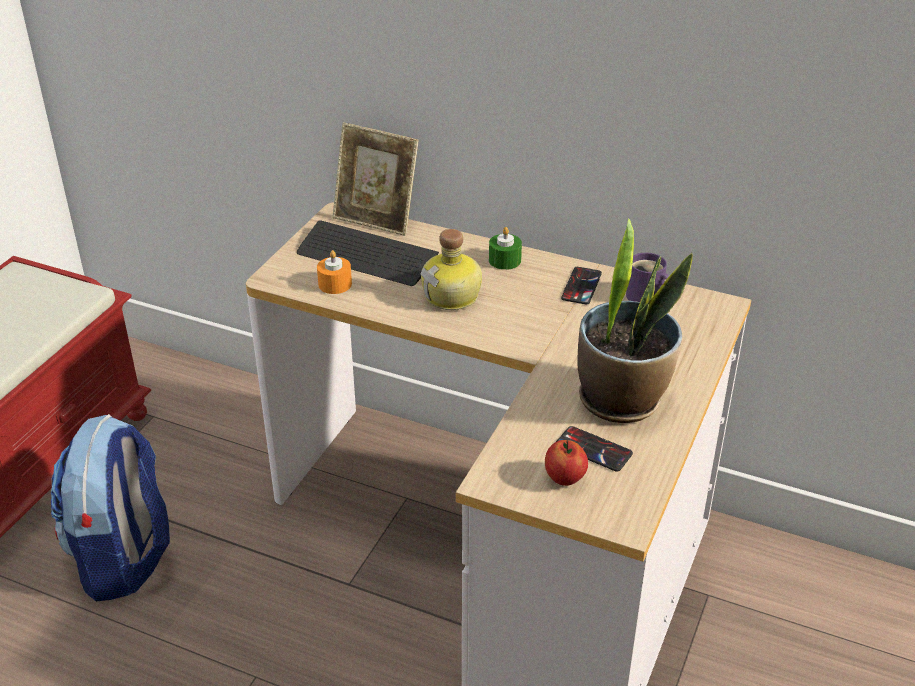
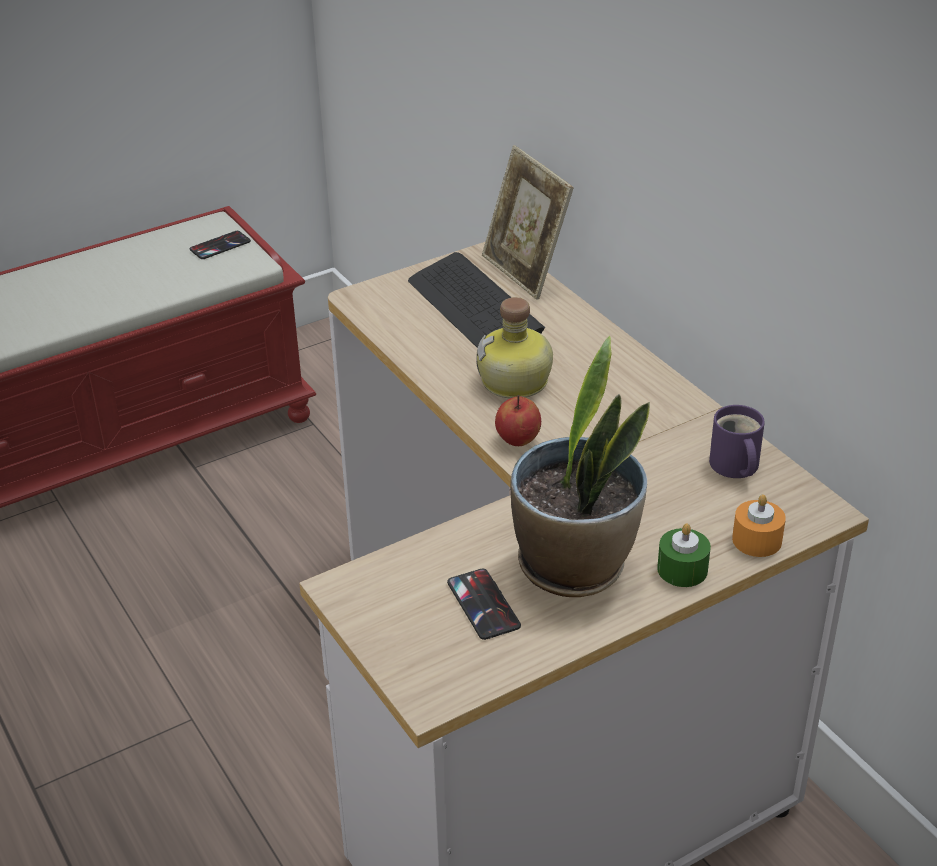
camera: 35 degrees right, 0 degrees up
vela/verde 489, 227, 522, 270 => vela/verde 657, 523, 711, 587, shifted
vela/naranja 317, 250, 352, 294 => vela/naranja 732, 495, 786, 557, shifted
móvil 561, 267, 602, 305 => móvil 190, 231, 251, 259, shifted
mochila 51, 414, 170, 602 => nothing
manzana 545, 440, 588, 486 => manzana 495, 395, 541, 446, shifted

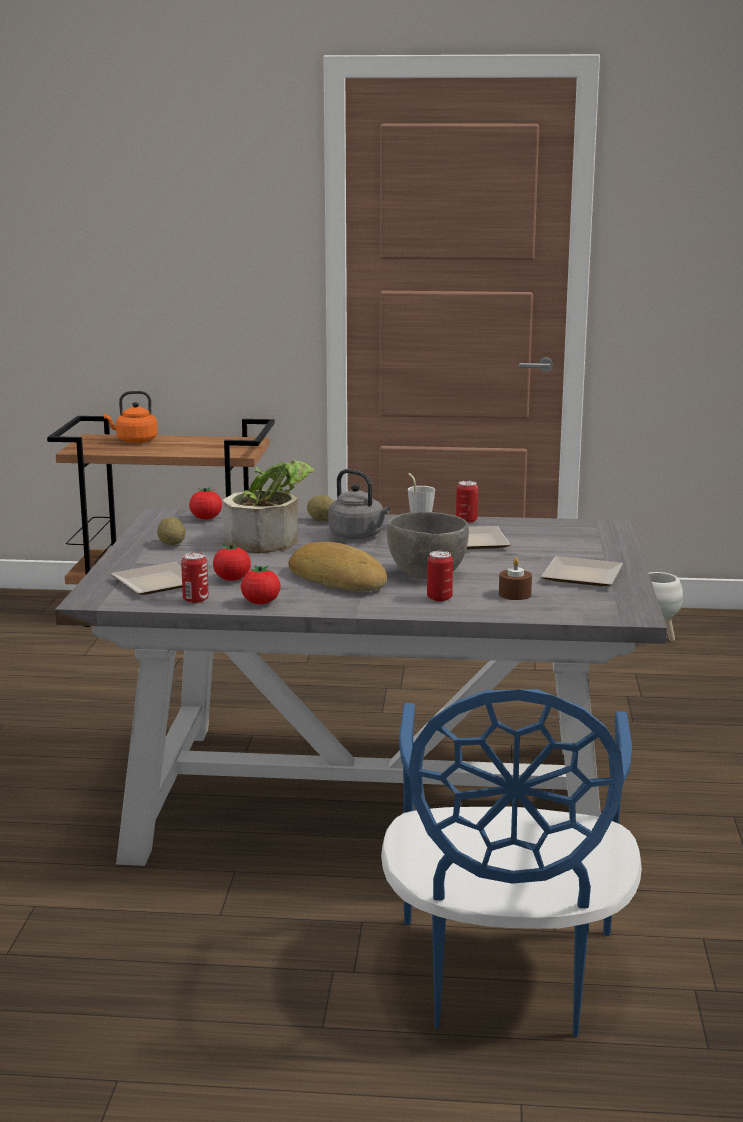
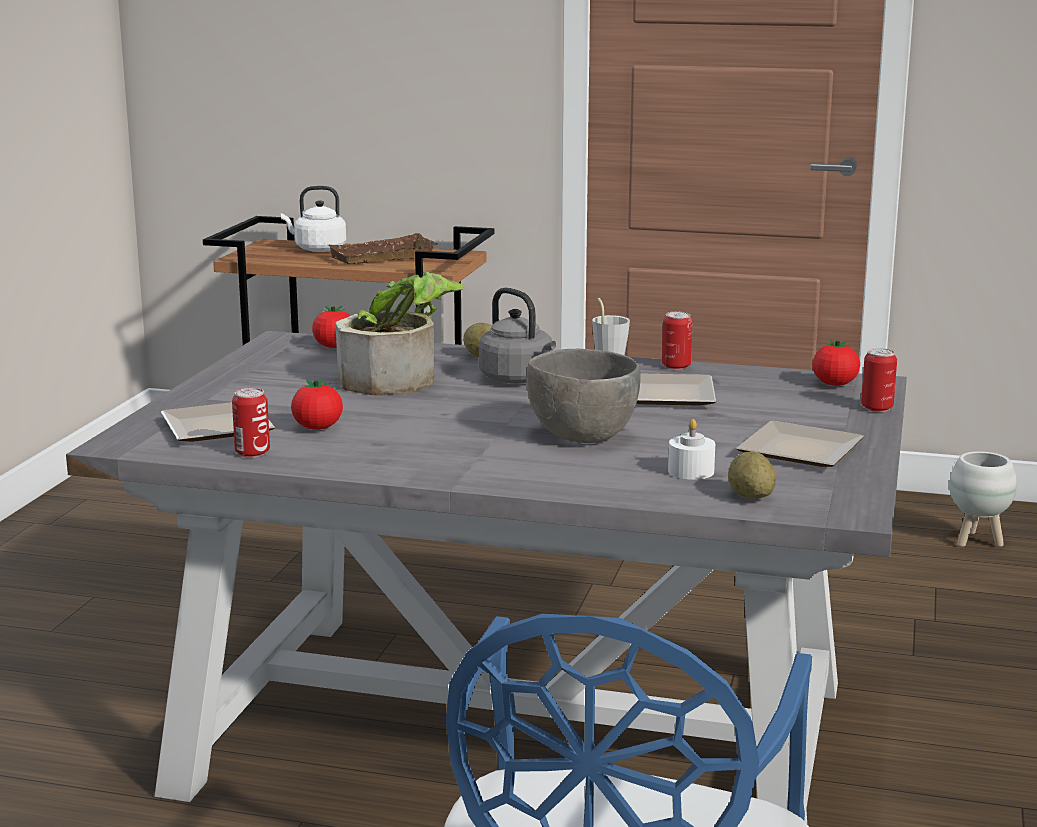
camera: 10 degrees right, 0 degrees up
hervidor/naranja 104, 391, 158, 443 => hervidor/blanco 281, 186, 346, 252
patata 157, 517, 186, 545 => patata 728, 452, 776, 498, shifted
pan 288, 542, 387, 592 => nothing
lata 427, 551, 453, 602 => lata 861, 348, 897, 412, shifted
vela/marrón 499, 558, 532, 600 => vela/blanco 668, 419, 715, 480
tomate 241, 565, 281, 604 => tomate 812, 340, 860, 386, shifted
nothing => bandeja/marrón 328, 233, 437, 264

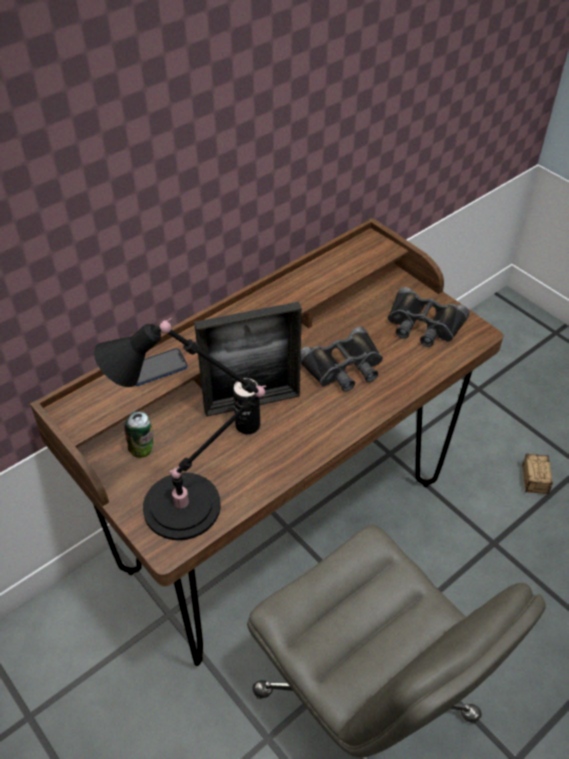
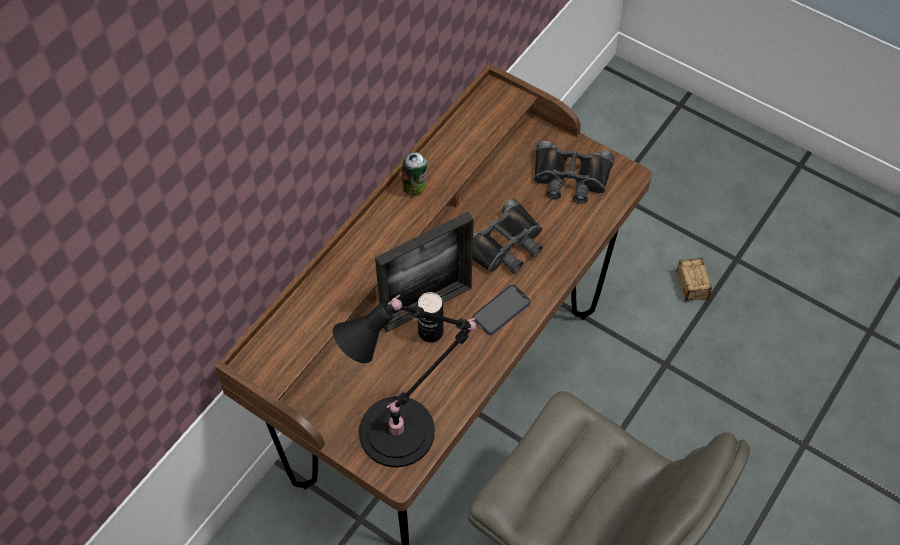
camera: 15 degrees left, 10 degrees up
móvil 135, 348, 188, 386 => móvil 473, 285, 531, 335, shifted
lata 125, 411, 153, 458 => lata 402, 152, 427, 196, shifted

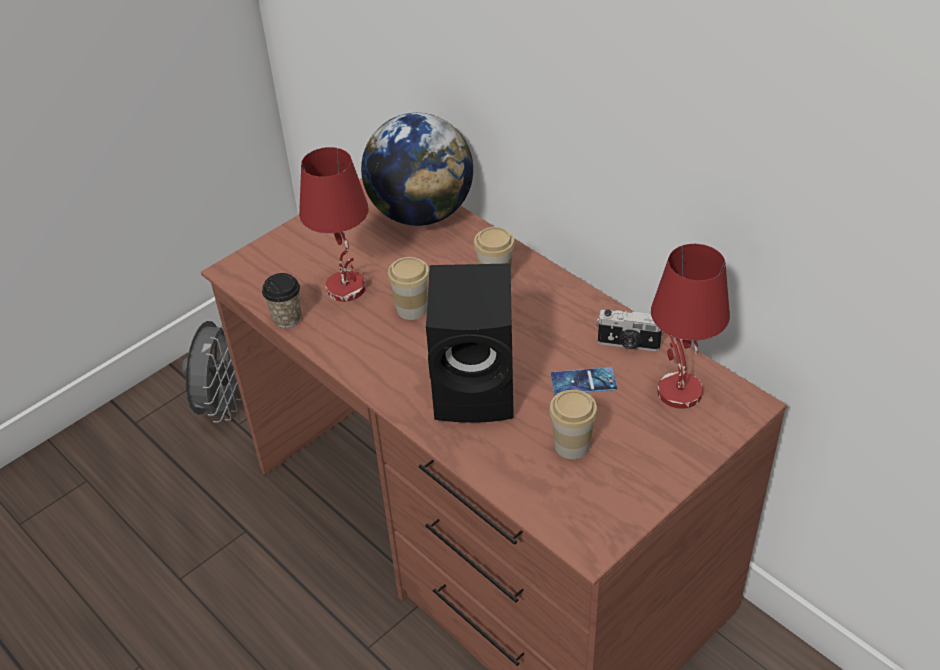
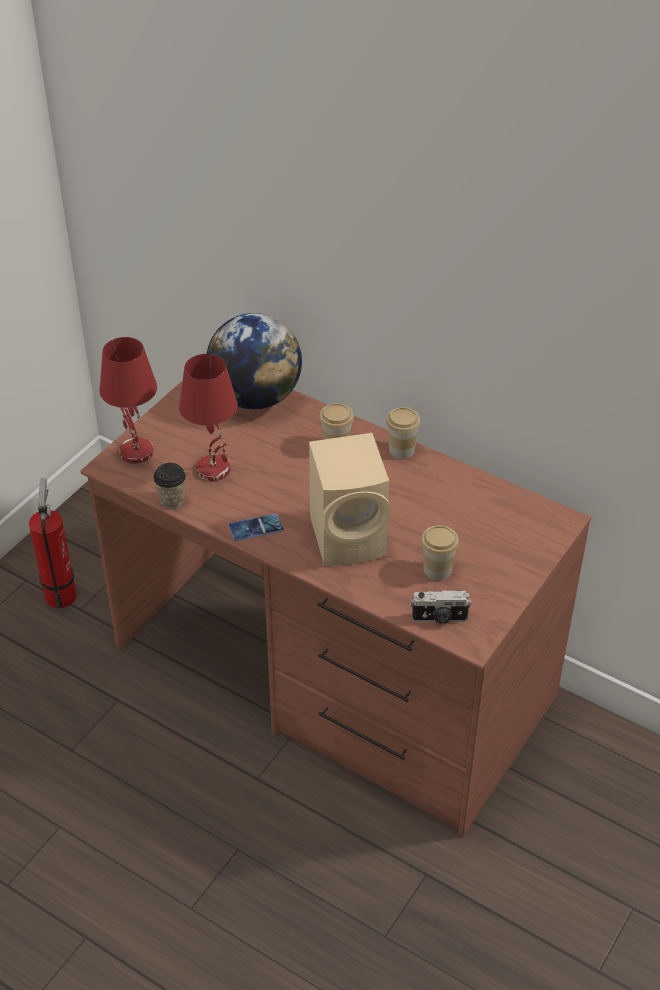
camera: 15 degrees left, 0 degrees up
lámpara de mesa/rojo 651, 244, 730, 409 => lámpara de mesa/rojo 99, 337, 157, 464, shifted
taza 387, 257, 429, 320 => taza 386, 407, 421, 459, shifted
altavoz/negro 426, 263, 514, 423 => altavoz/beis 309, 433, 390, 566
cámara 596, 309, 663, 351 => cámara 411, 590, 471, 624, shifted
ventilador/gris 182, 321, 242, 423 => extintor 29, 478, 76, 608
móvil 550, 367, 617, 395 => móvil 229, 514, 284, 541, shifted

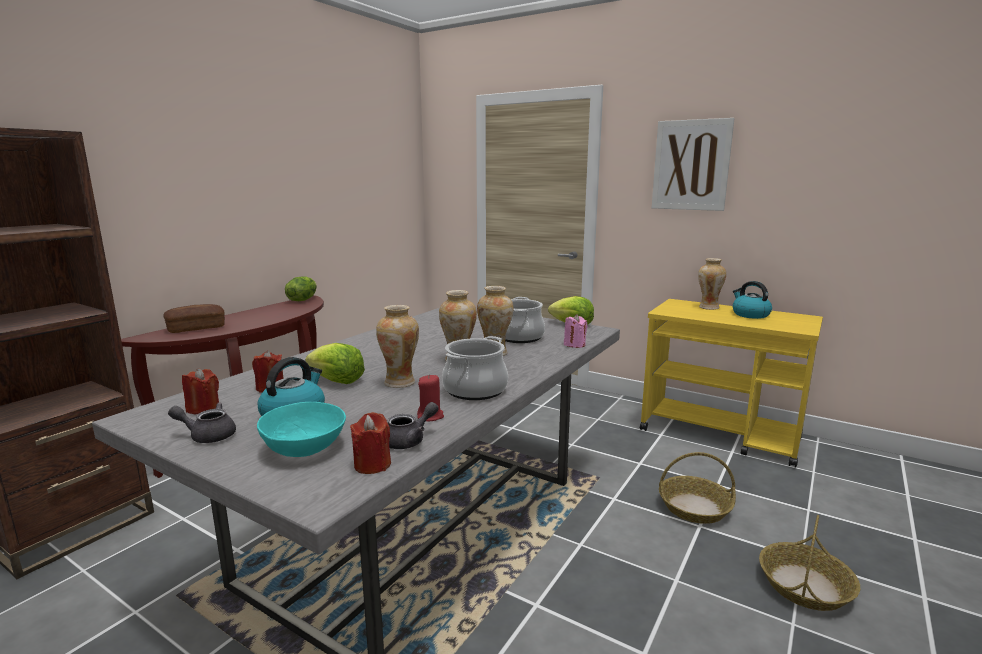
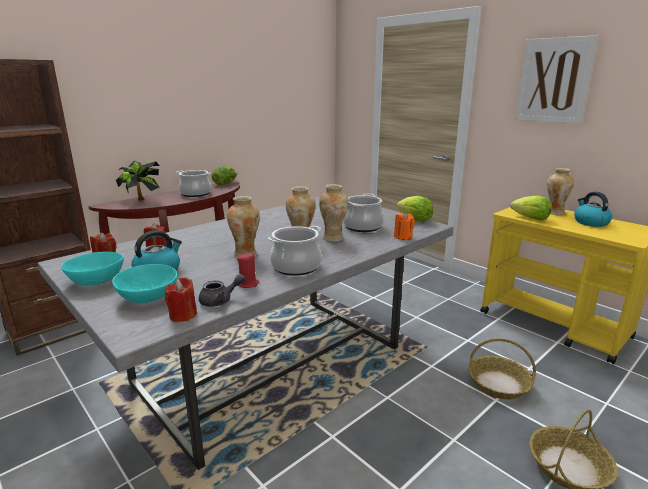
camera: 15 degrees right, 5 degrees up
pan 164, 304, 225, 333 => planta en maceta 116, 161, 160, 201
vela/rosa 564, 314, 588, 348 => vela/naranja 394, 212, 415, 240
lechuga 305, 343, 365, 384 => lechuga 510, 195, 552, 220, shifted
tetera/gris 168, 402, 236, 443 => cuenco/turquesa 61, 252, 124, 286
nothing => olla 176, 170, 211, 197

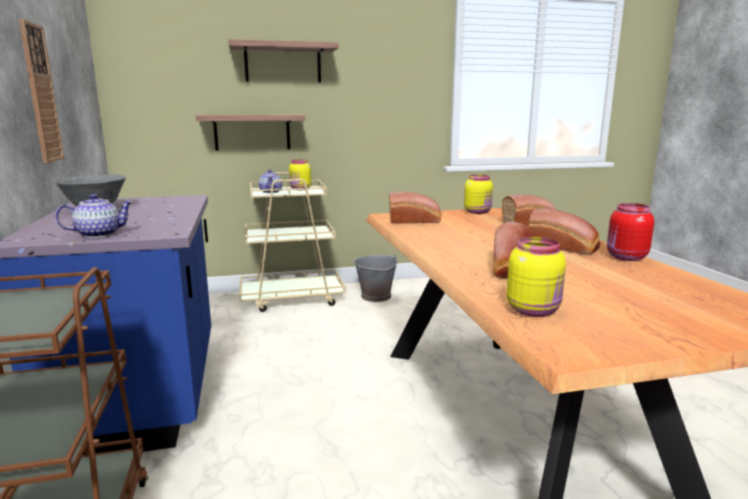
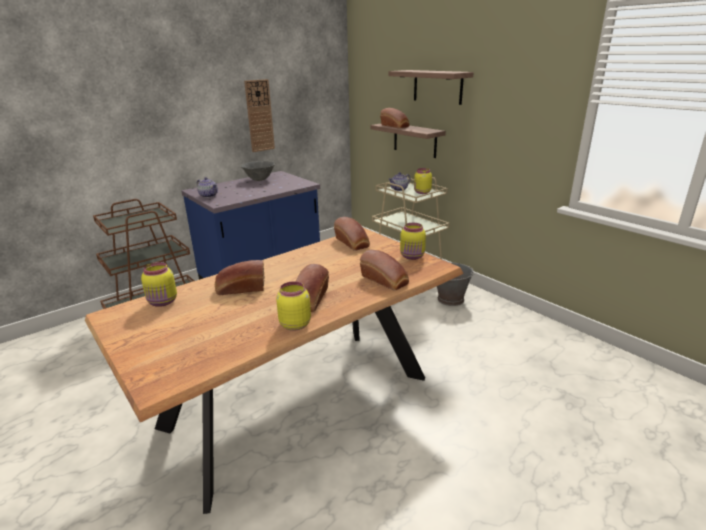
camera: 65 degrees right, 10 degrees up
tarro/rojo 607, 203, 654, 261 => tarro/amarillo 276, 281, 311, 331
nothing => pan 380, 108, 410, 128

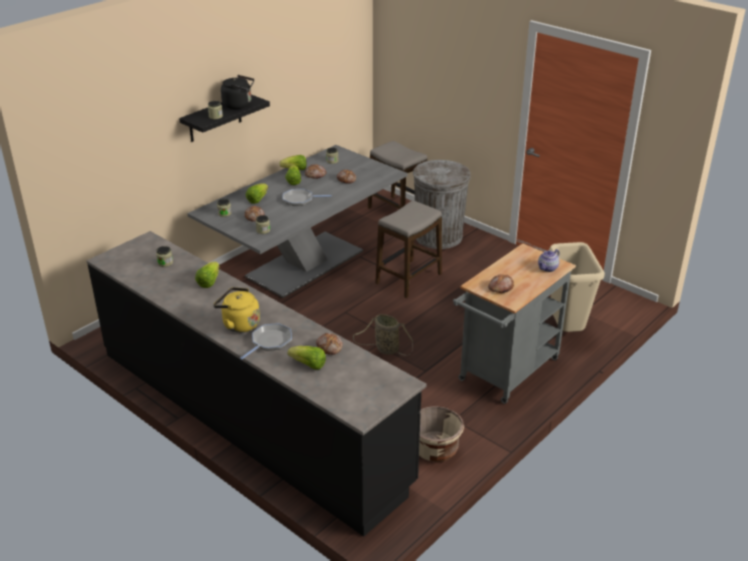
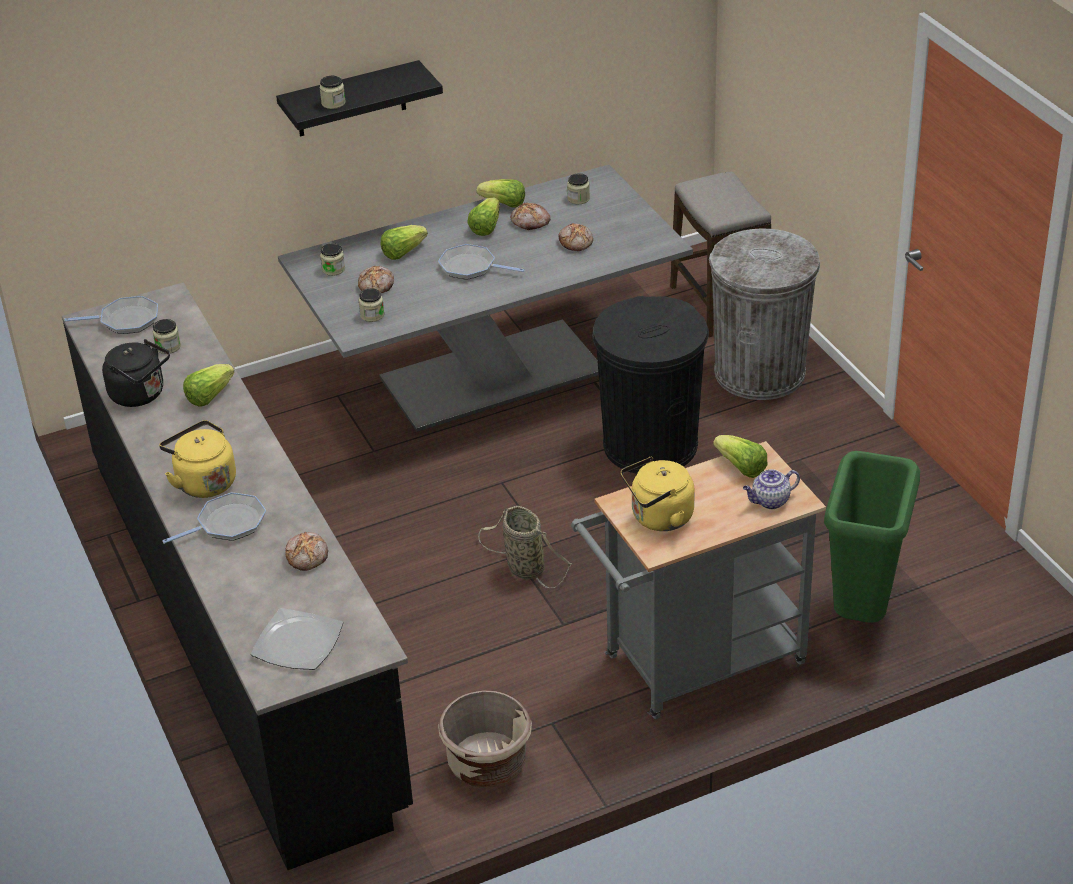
camera: 25 degrees right, 5 degrees up
hervidor/negro 221, 75, 254, 109 => hervidor/negro 102, 339, 170, 407, shifted
taburete 375, 200, 442, 298 => papelera/negro 592, 296, 709, 474
papelera/beis 549, 242, 605, 332 => papelera/verde 824, 451, 920, 623
pan 488, 274, 514, 293 => hervidor/amarillo 621, 457, 695, 531
lechuga 288, 346, 326, 370 => lechuga 713, 435, 767, 478, shifted
nothing => sartén 65, 296, 158, 334
nothing => plato 251, 608, 343, 670

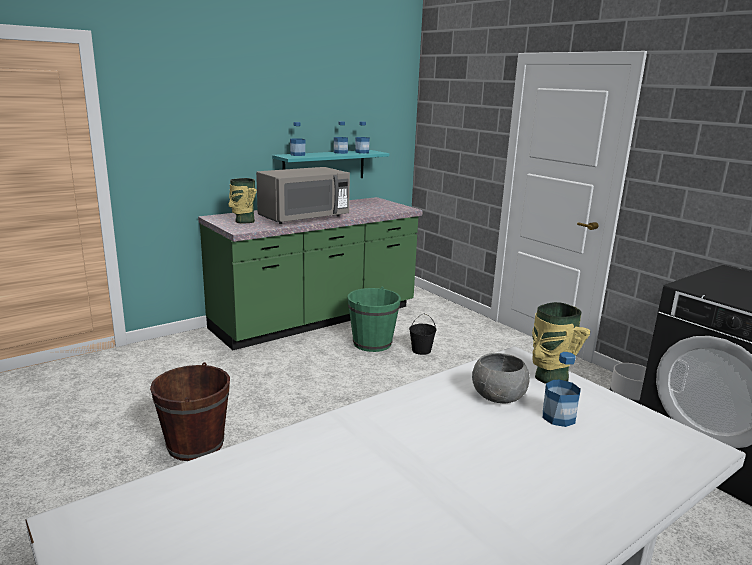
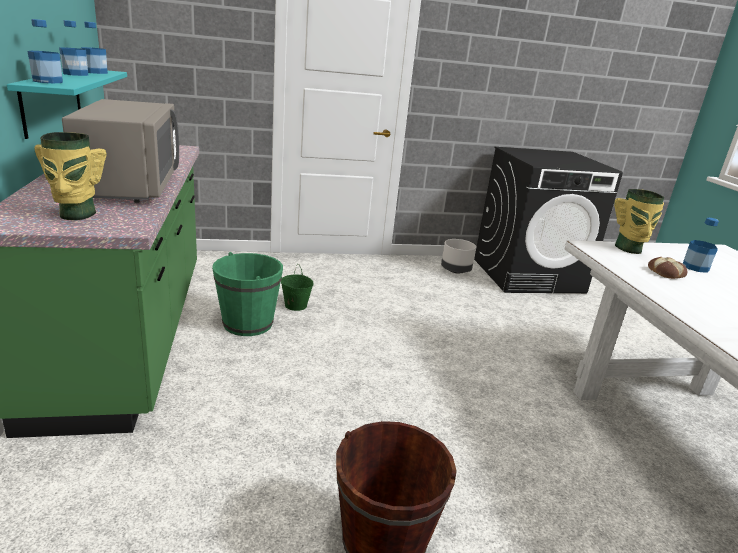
camera: 65 degrees left, 5 degrees up
cubo/negro 409, 314, 437, 355 => cubo/verde 281, 264, 313, 311
cuenco/gris 472, 353, 530, 403 => pan 648, 257, 687, 279

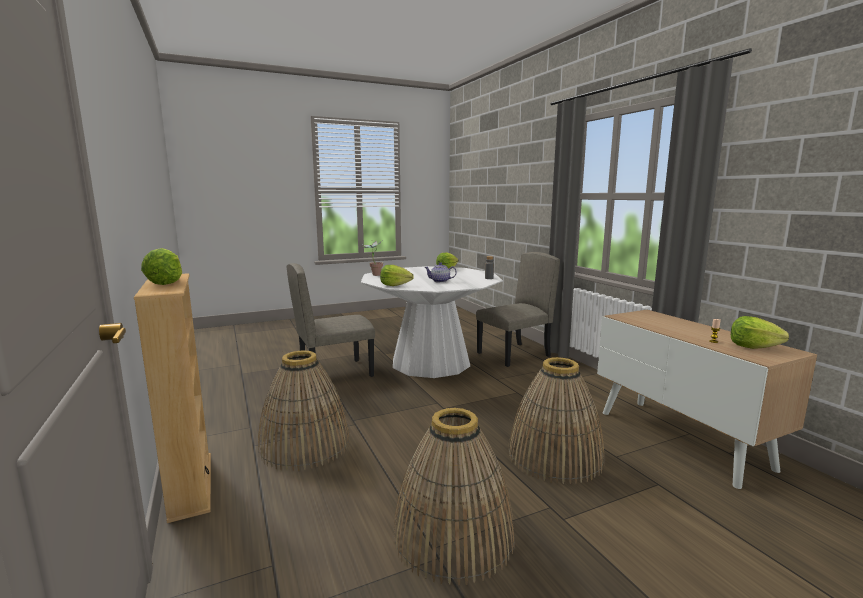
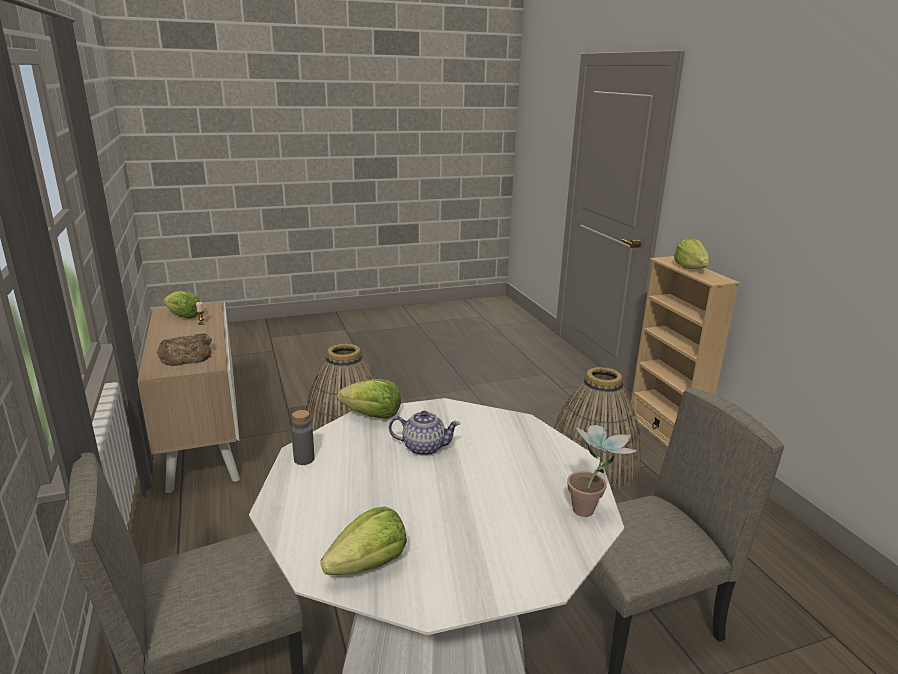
camera: 175 degrees left, 10 degrees up
lechuga 380, 265, 414, 286 => lechuga 337, 379, 401, 419, shifted
cesta 393, 408, 514, 585 => nothing
nothing => pan 157, 333, 212, 366

